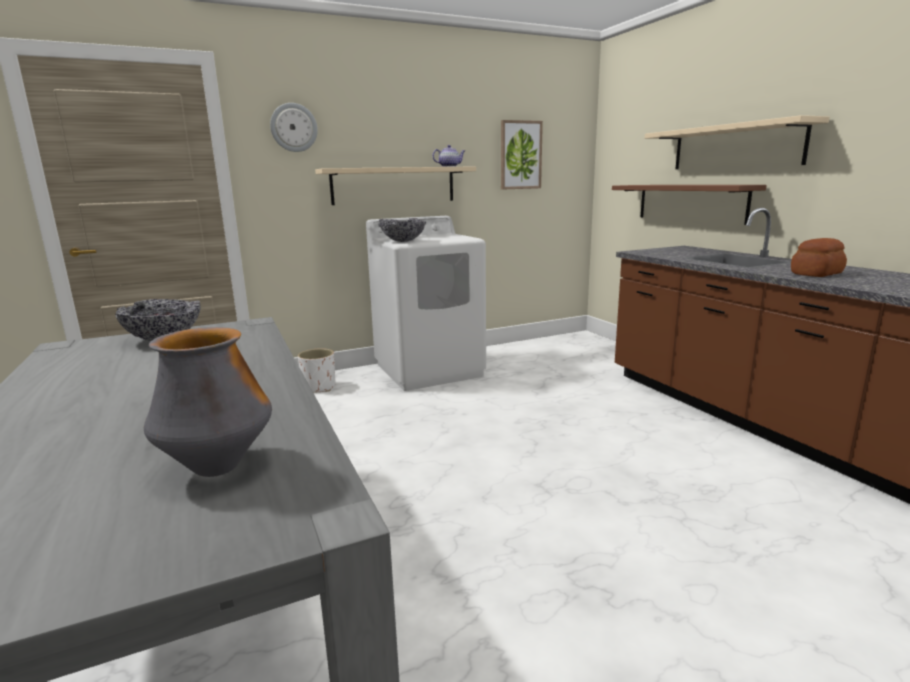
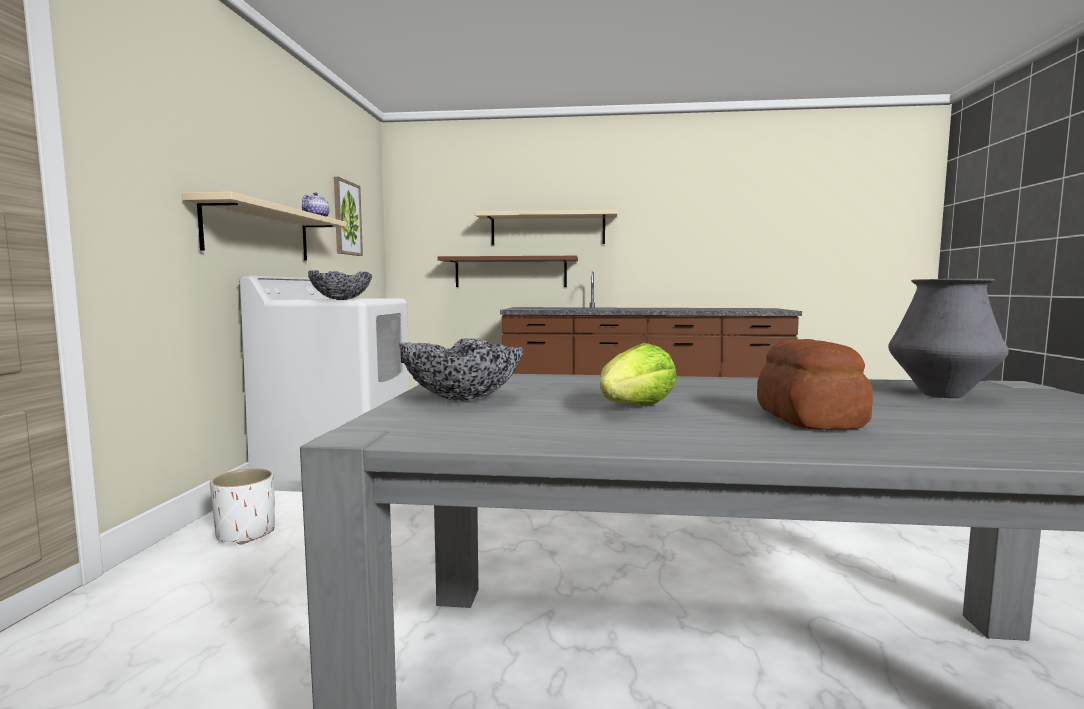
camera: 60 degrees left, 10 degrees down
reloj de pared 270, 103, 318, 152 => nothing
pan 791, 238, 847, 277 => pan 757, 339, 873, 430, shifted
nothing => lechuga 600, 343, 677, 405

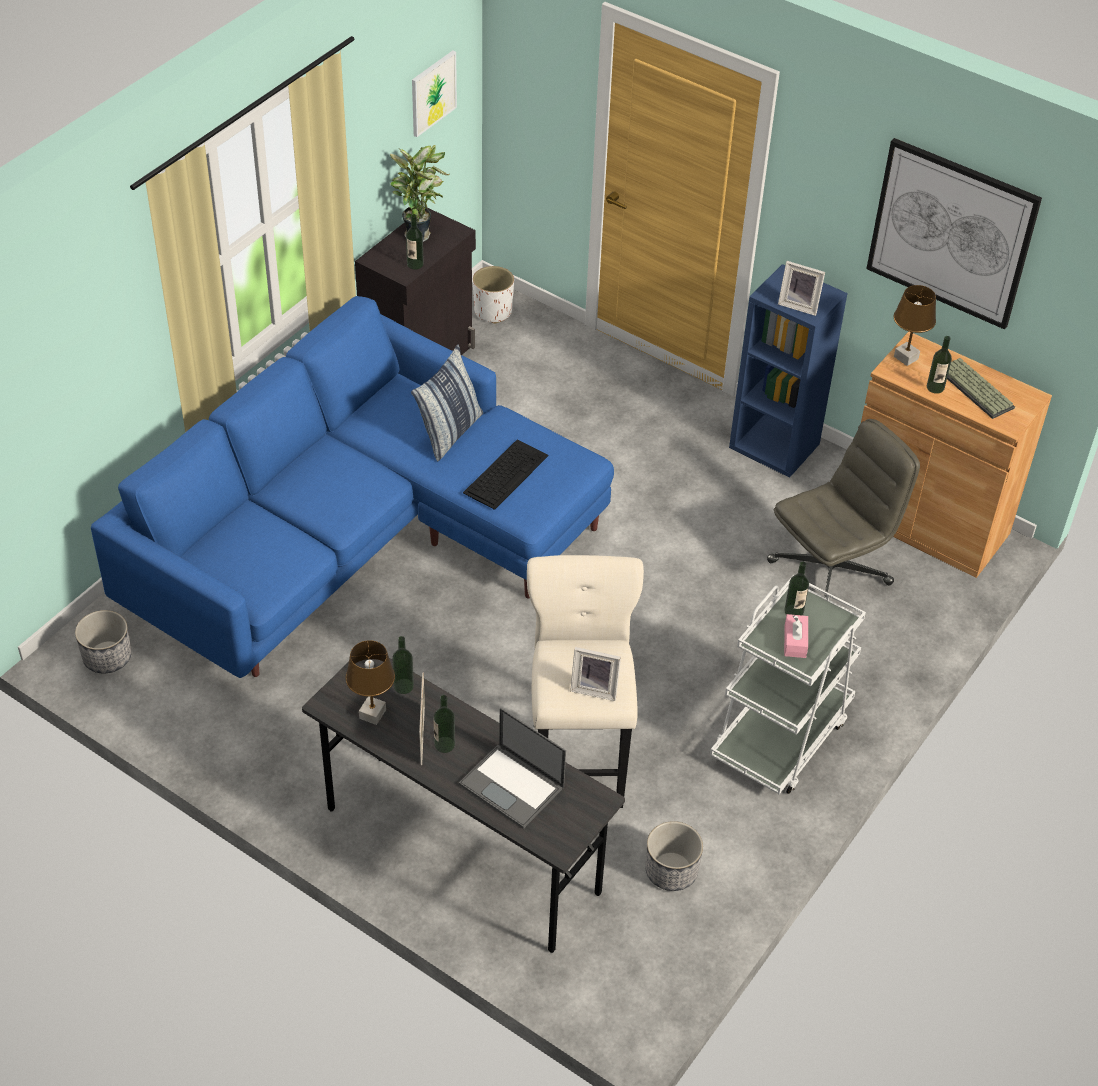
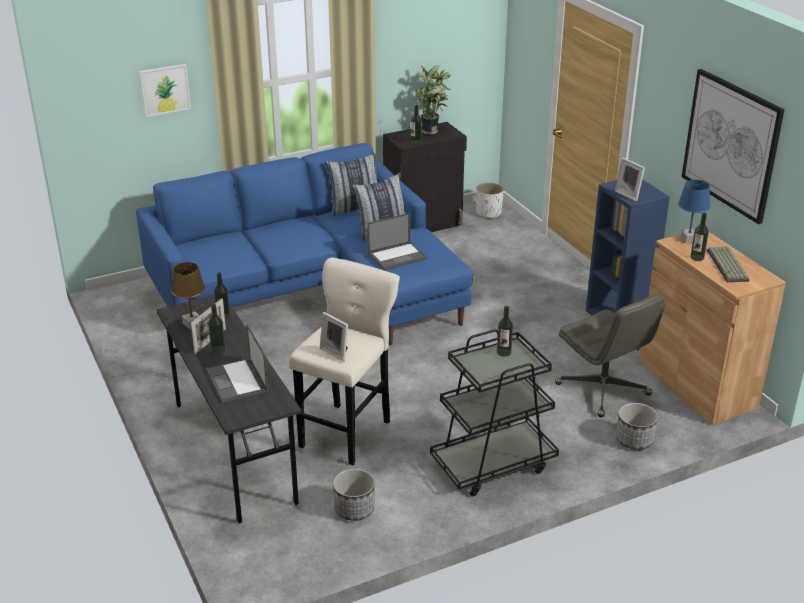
camera: 30 degrees right, 15 degrees down
cuadro 412, 51, 457, 137 => cuadro 139, 64, 191, 117, shifted
lámpara de mesa/marrón 894, 285, 936, 366 => lámpara de mesa/azul 678, 180, 710, 243
silla de oficina/gris 767, 419, 920, 598 => silla de oficina/gris 555, 294, 666, 418, 60 degrees clockwise
teclado 463, 440, 549, 510 => portátil 367, 213, 427, 270
carrito/blanco 710, 575, 866, 794 => carrito/negro 430, 329, 559, 497
maceta 75, 610, 132, 673 => maceta 616, 403, 658, 450, shifted
caja de pañuelos/rosa 784, 614, 808, 658 => nothing
nothing => cojín 325, 153, 378, 216

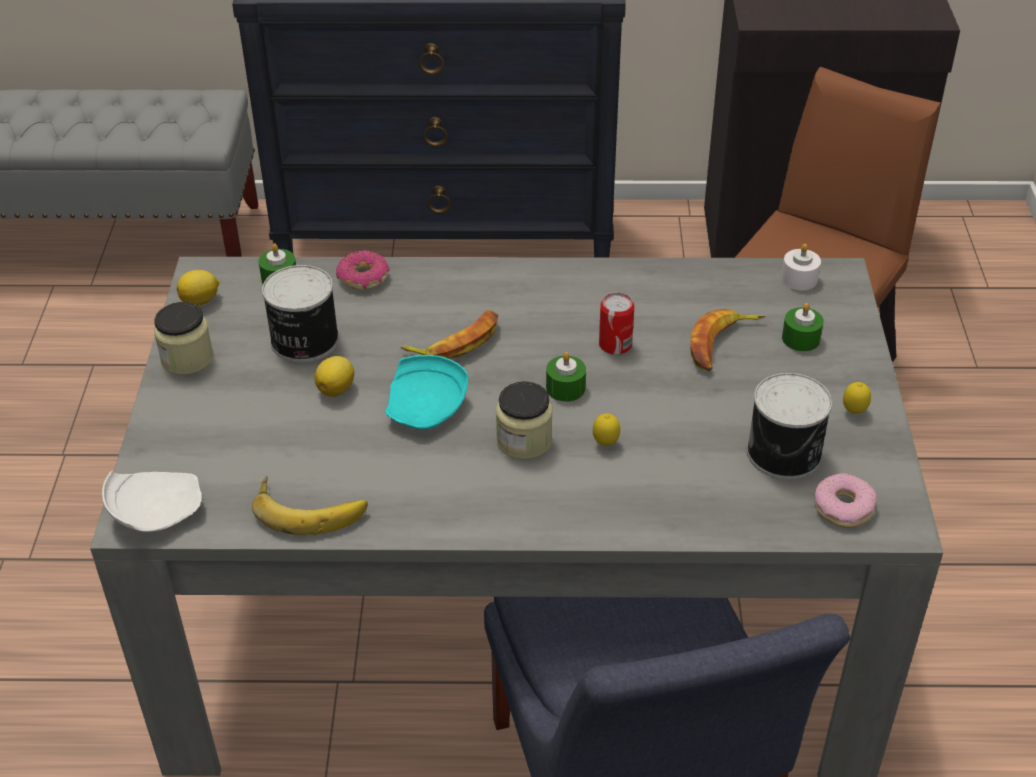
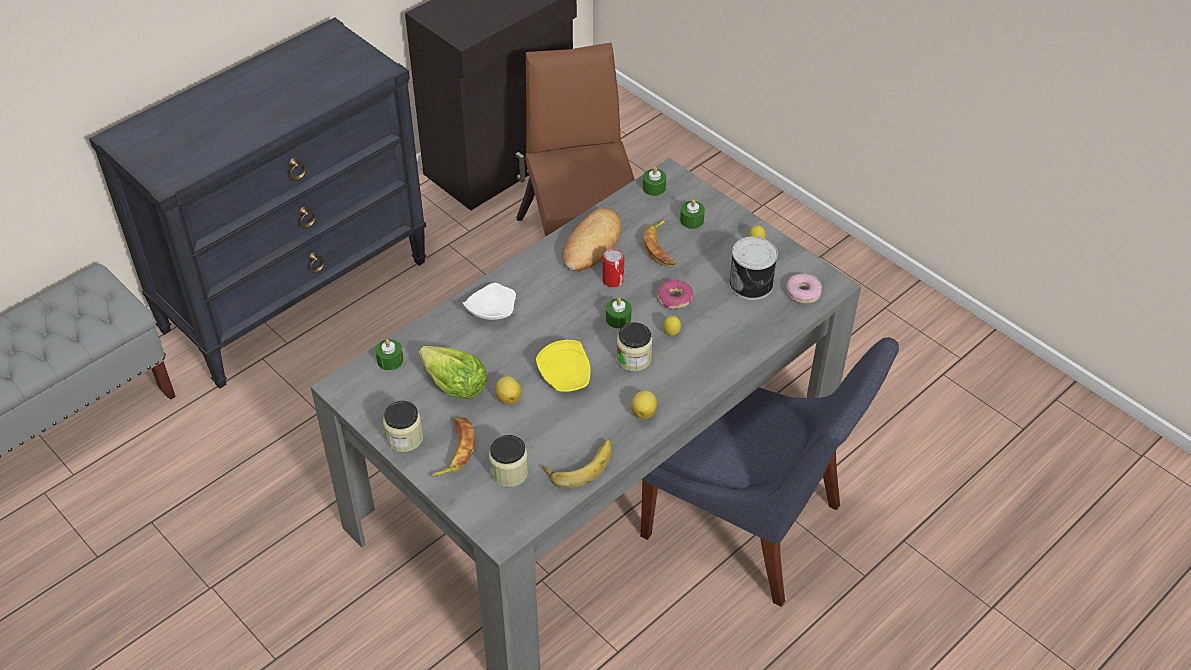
camera: 45 degrees left, 5 degrees up
vela/blanco 781, 244, 821, 290 => vela/verde 643, 167, 666, 196
rosquilla 336, 250, 390, 290 => rosquilla 657, 280, 694, 309, shifted
lata 262, 265, 339, 363 => lechuga 419, 346, 488, 399
limón 177, 270, 219, 306 => limón 631, 390, 657, 419, shifted
plátano 400, 310, 498, 359 => plátano 431, 417, 475, 477, shifted
plato/turquesa 385, 355, 468, 429 => plato/amarillo 536, 340, 591, 392
plato/blanco 102, 471, 202, 532 => plato/blanco 462, 283, 516, 320, shifted
nothing => pan 562, 208, 621, 271
nothing => tarro 489, 435, 528, 487

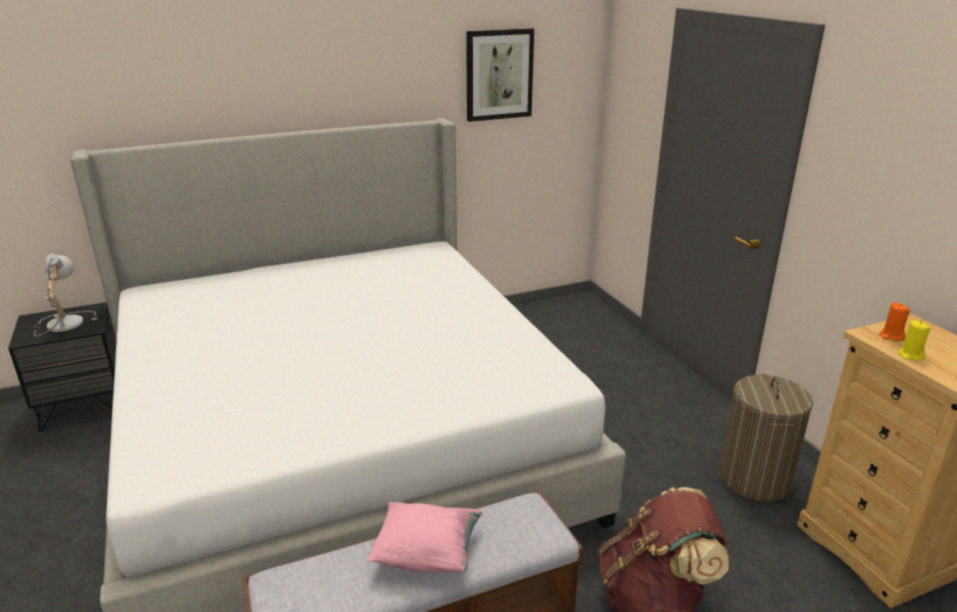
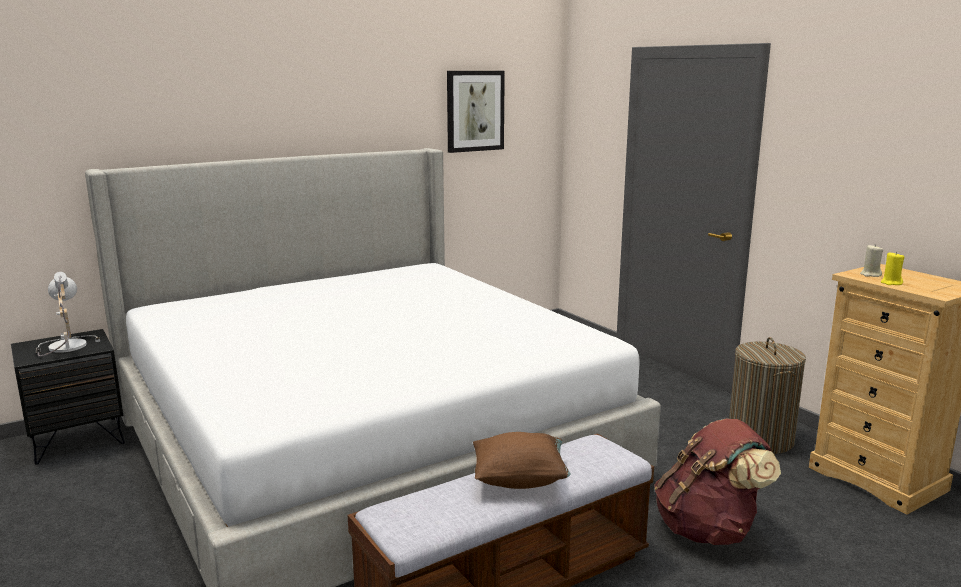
camera: 10 degrees left, 10 degrees down
vela/naranja 879, 302, 910, 341 => vela/beis 860, 244, 883, 277
cojín/rosa 367, 502, 482, 572 => cojín/marrón 473, 432, 571, 489

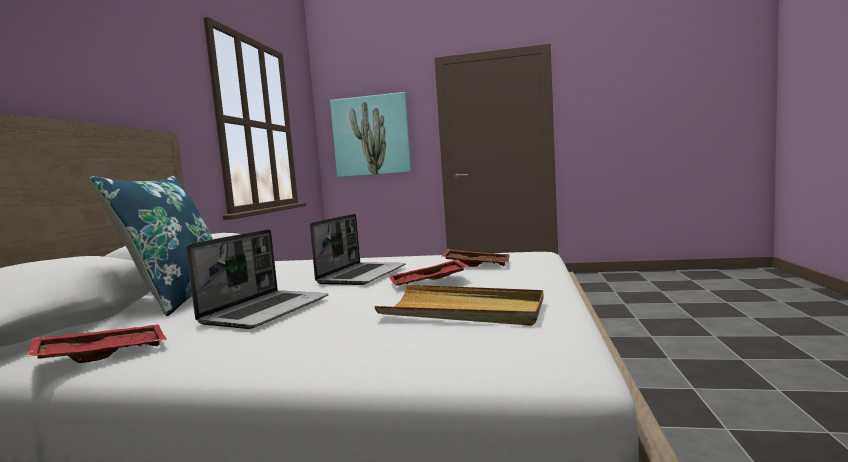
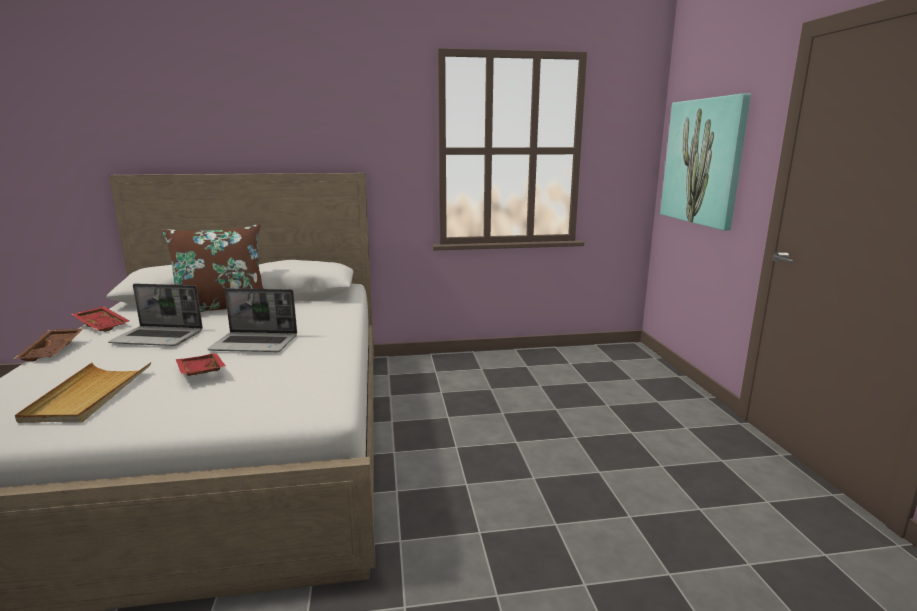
camera: 70 degrees right, 10 degrees up
cojín/azul 90, 176, 213, 316 => cojín/marrón 162, 224, 263, 312
bandeja/marrón 441, 249, 510, 267 => bandeja/marrón 14, 328, 84, 362, shifted

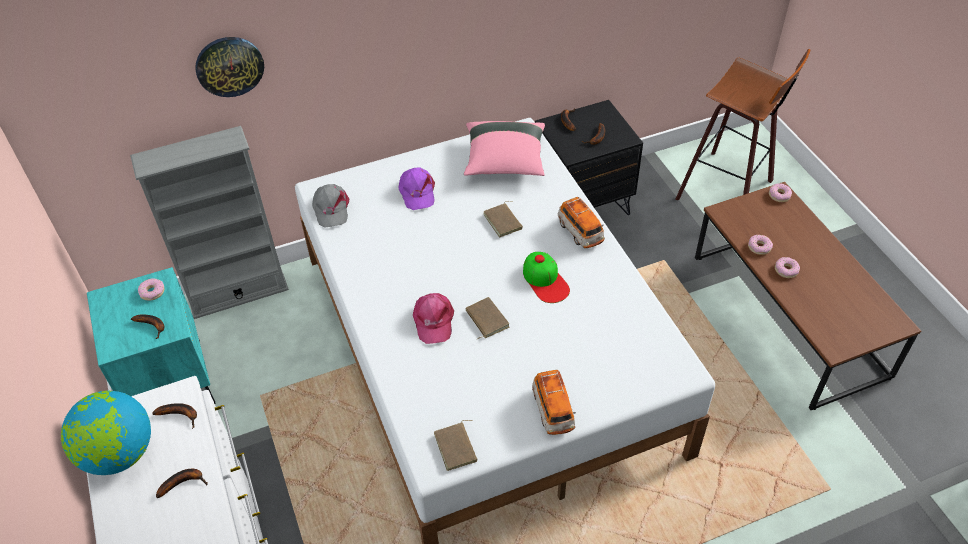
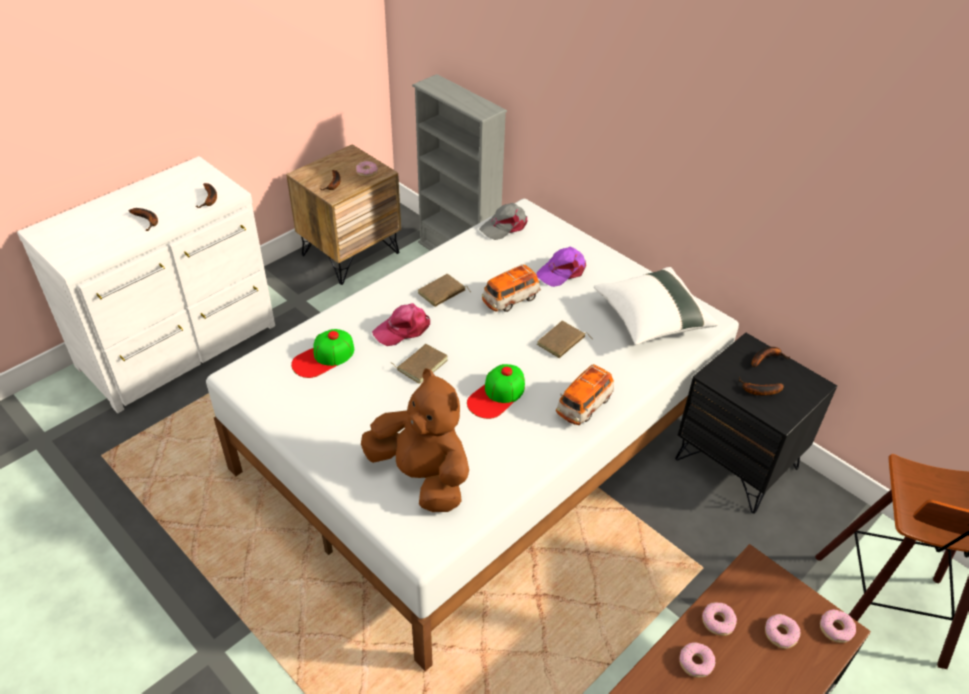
camera: 65 degrees right, 5 degrees down
reloj de pared 195, 37, 264, 97 => nothing
cojín/rosa 464, 121, 545, 176 => cojín/blanco 594, 267, 718, 345
mesita de noche/turquesa 87, 267, 215, 404 => mesita de noche/marrón 286, 144, 401, 285
coche de juguete 532, 370, 576, 435 => coche de juguete 482, 264, 541, 312, shifted
globo terráqueo 61, 391, 151, 475 => nothing
libro/marrón 434, 420, 477, 471 => libro/marrón 418, 274, 471, 307, shifted
nothing => gorra 291, 329, 354, 378
nothing => peluche/marrón 361, 368, 469, 512
nothing => rosquilla 765, 614, 800, 649

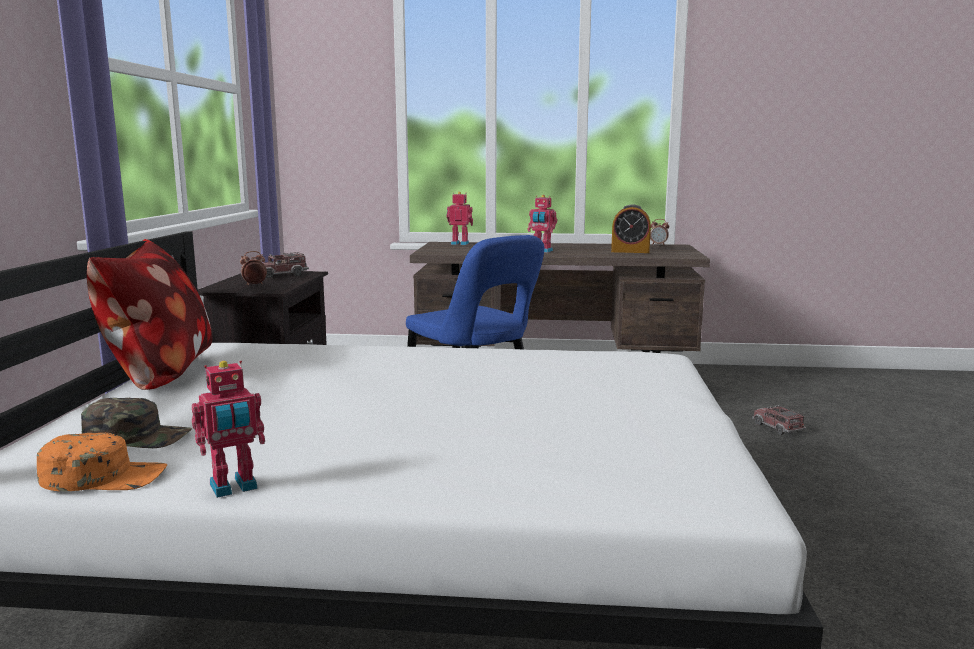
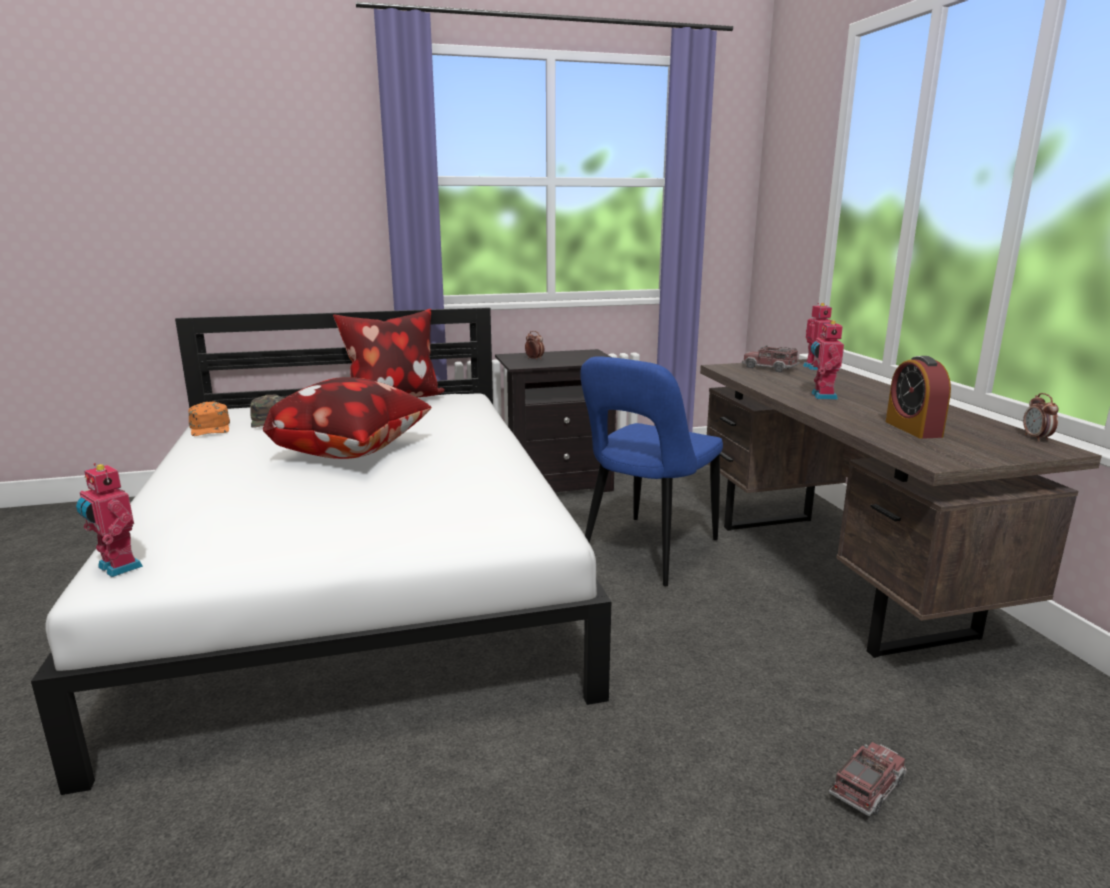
camera: 70 degrees right, 5 degrees up
camión de juguete 263, 252, 309, 279 => camión de juguete 742, 345, 800, 373, shifted
robot de juguete 192, 361, 265, 498 => robot de juguete 76, 463, 143, 577, shifted
nothing => cojín 263, 377, 431, 459

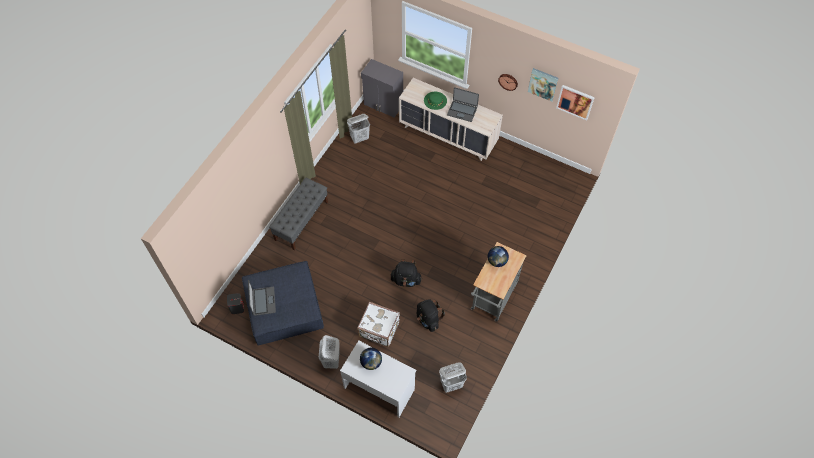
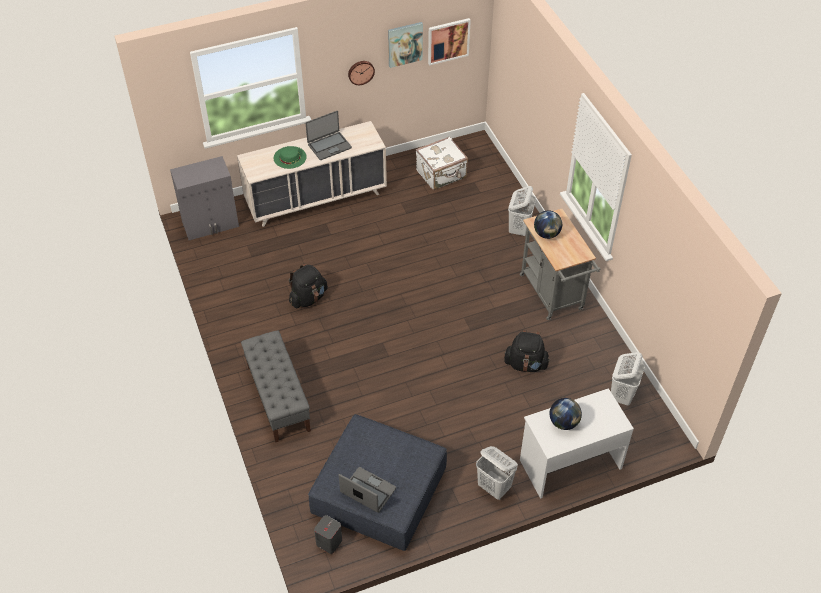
camera: 50 degrees left, 10 degrees down
cesto de la ropa/blanco 347, 114, 370, 144 => cesto de la ropa/blanco 508, 186, 536, 236, shifted
mochila/negro 391, 259, 422, 287 => mochila/negro 289, 264, 328, 308, shifted
maleta/blanco 357, 302, 400, 347 => maleta/blanco 416, 136, 468, 190, shifted

